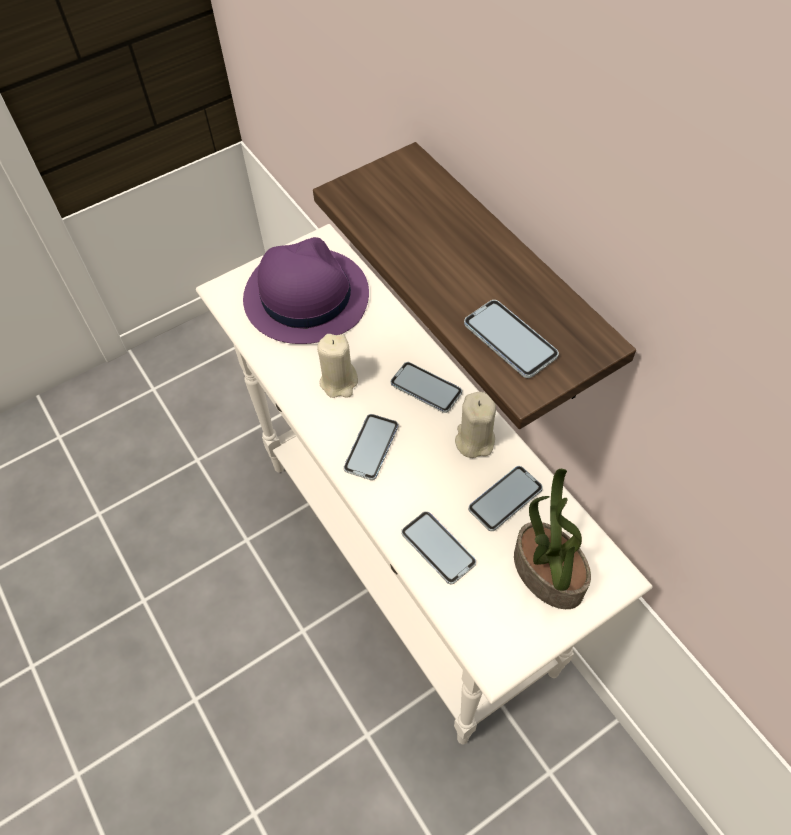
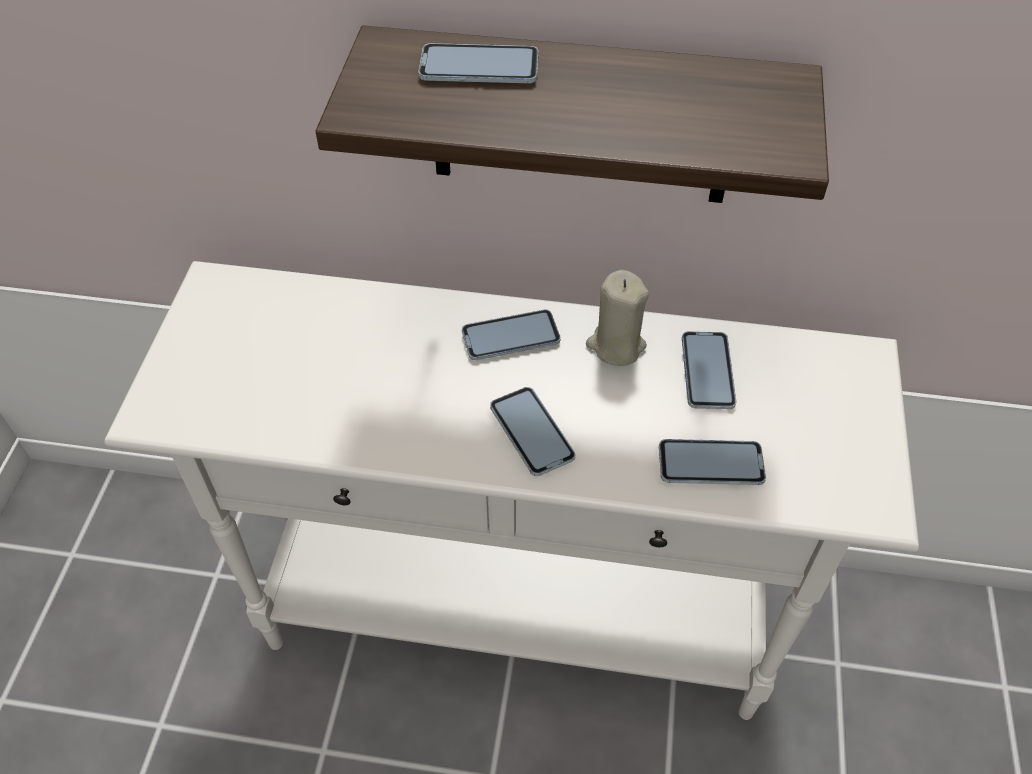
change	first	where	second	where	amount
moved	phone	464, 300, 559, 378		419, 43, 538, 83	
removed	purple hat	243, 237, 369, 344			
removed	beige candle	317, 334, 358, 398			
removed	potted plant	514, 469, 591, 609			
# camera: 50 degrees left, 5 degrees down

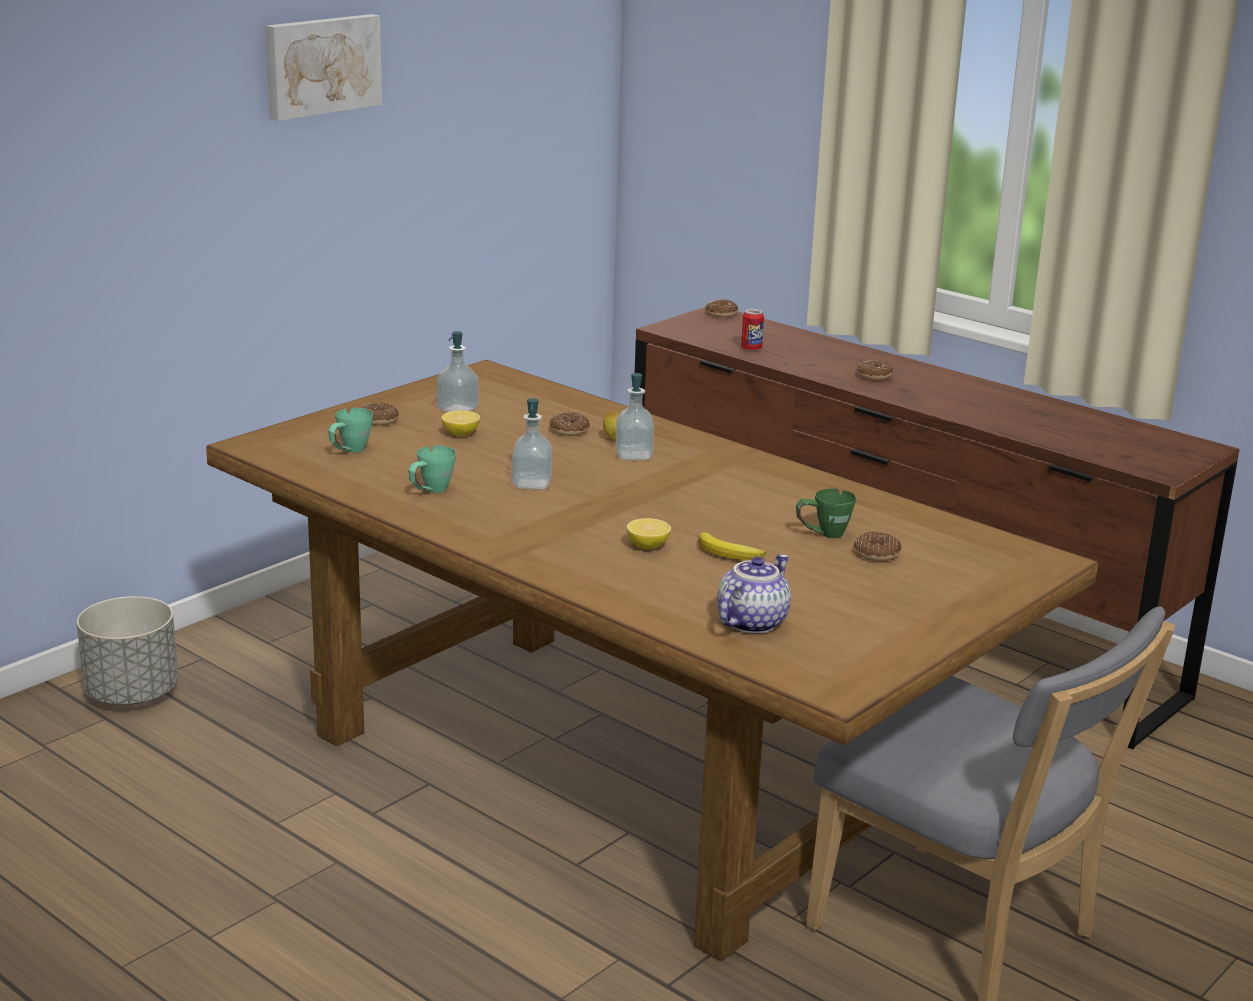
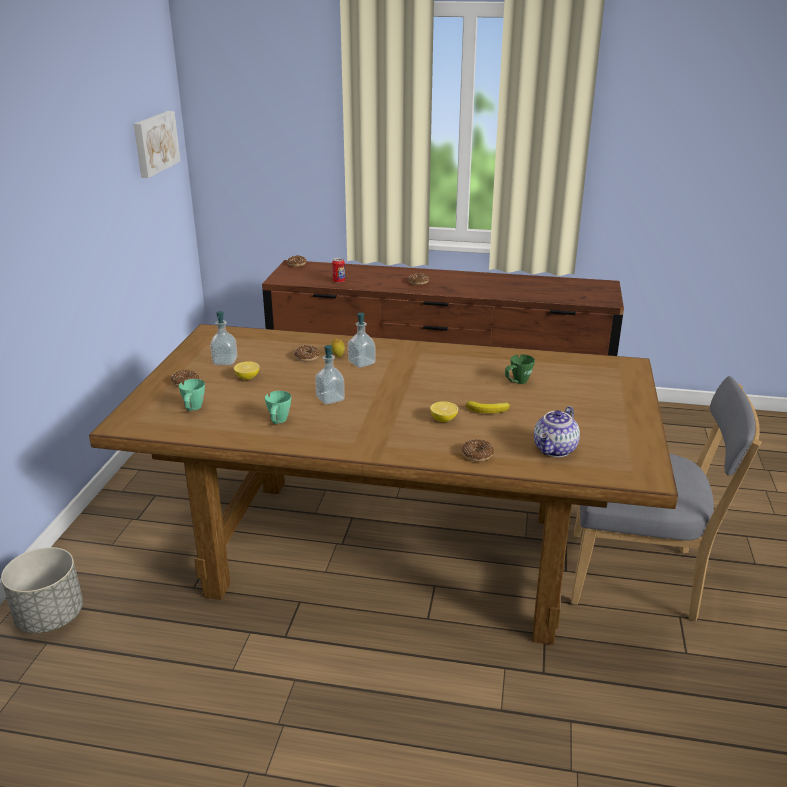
change	first	where	second	where	amount
moved	picture	265, 14, 382, 121		134, 111, 180, 178	
moved	donut	854, 531, 902, 561		462, 439, 494, 462	
turned	teapot	717, 554, 791, 634		534, 406, 580, 457	150 degrees counterclockwise
# camera: 30 degrees left, 5 degrees up

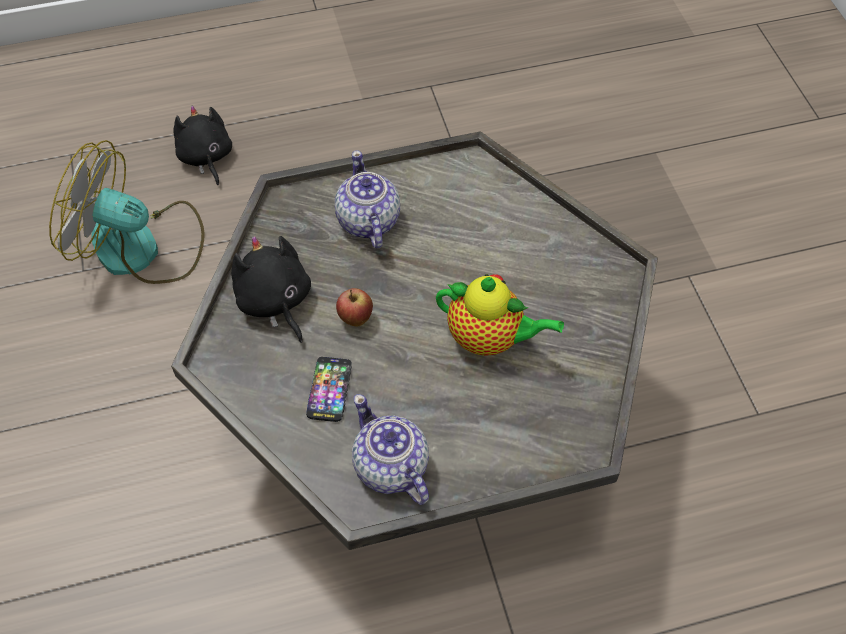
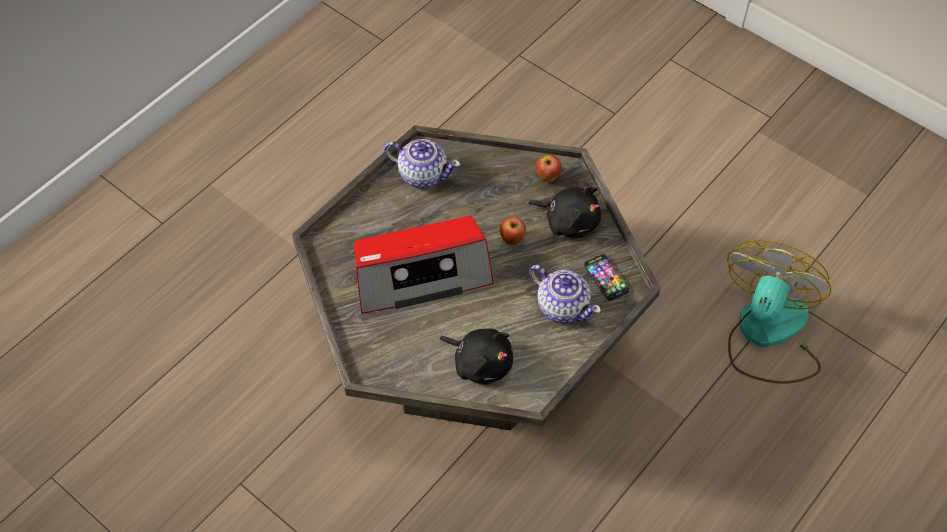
change	first	where	second	where	amount
replaced	teapot	436, 274, 564, 356	radio	354, 216, 494, 313	
moved	black plush toy	173, 106, 232, 185		440, 328, 513, 384	
added			apple	536, 155, 561, 182	
moved	phone	306, 357, 352, 422		584, 254, 630, 301	
turned	fan	49, 140, 205, 284		727, 239, 831, 384	45 degrees counterclockwise
# camera: 145 degrees right, 0 degrees up

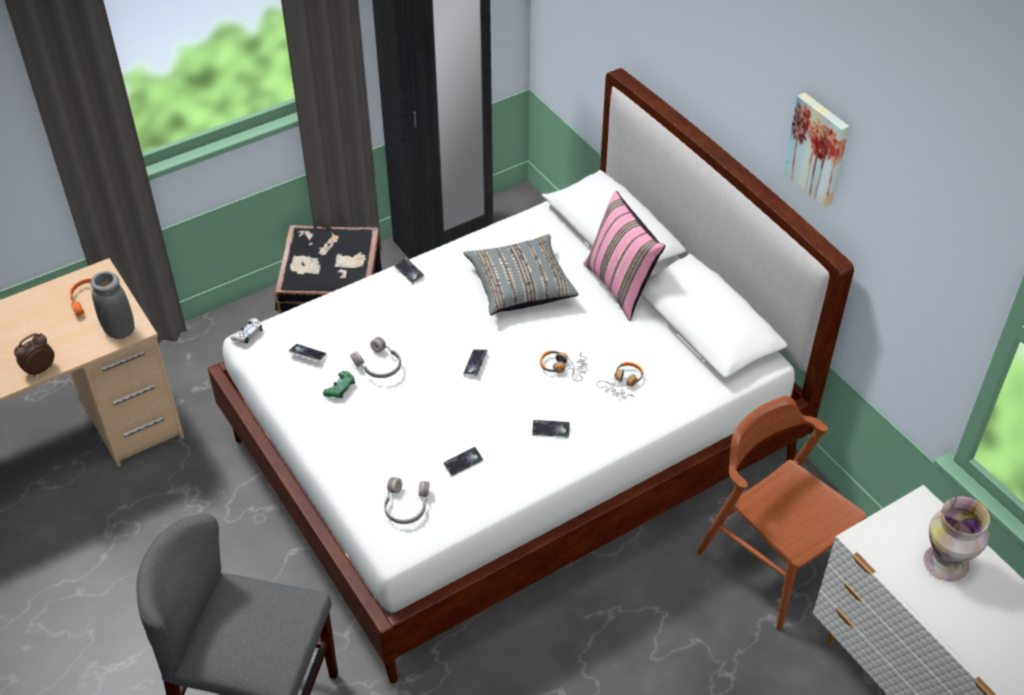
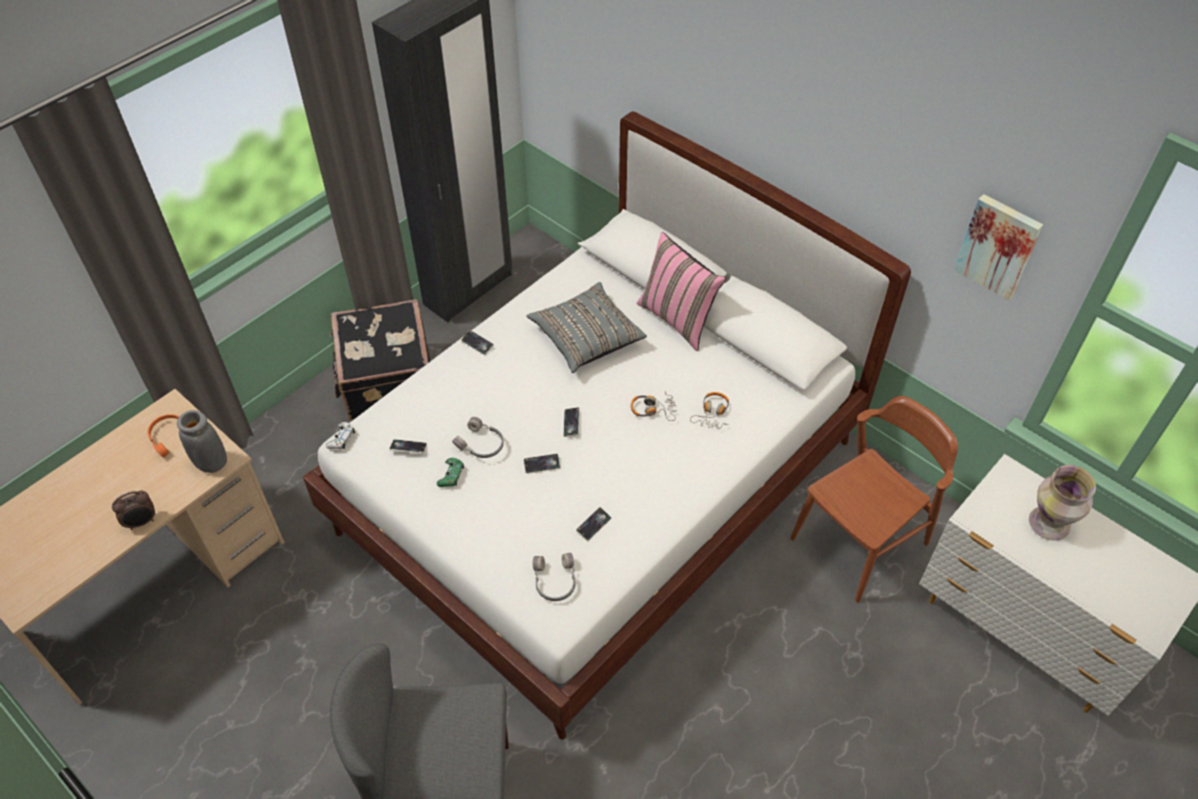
change	first	where	second	where	amount
turned	alarm clock	14, 333, 54, 377		112, 491, 155, 530	150 degrees counterclockwise
moved	phone	532, 420, 570, 438		523, 453, 560, 474	
turned	brown chair	697, 396, 866, 631		790, 396, 958, 602	105 degrees clockwise
moved	picture	783, 93, 850, 207		954, 194, 1043, 300	
# camera: 15 degrees left, 5 degrees up

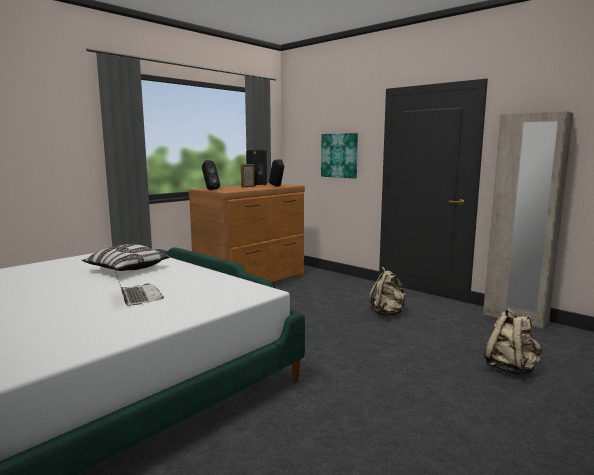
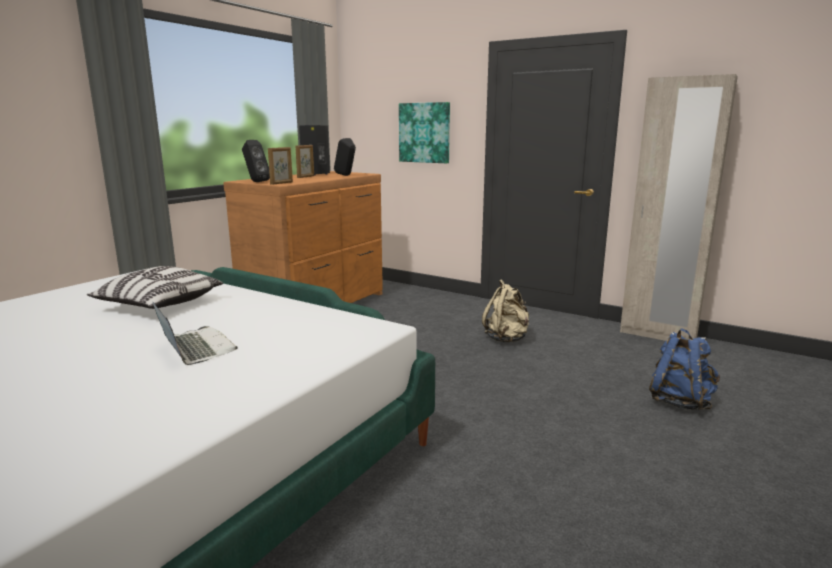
change	first	where	second	where	amount
added			picture frame	268, 147, 293, 185	
recoloured	beige backpack	484, 308, 542, 375	blue backpack	649, 328, 720, 410	
# camera: 10 degrees left, 5 degrees up

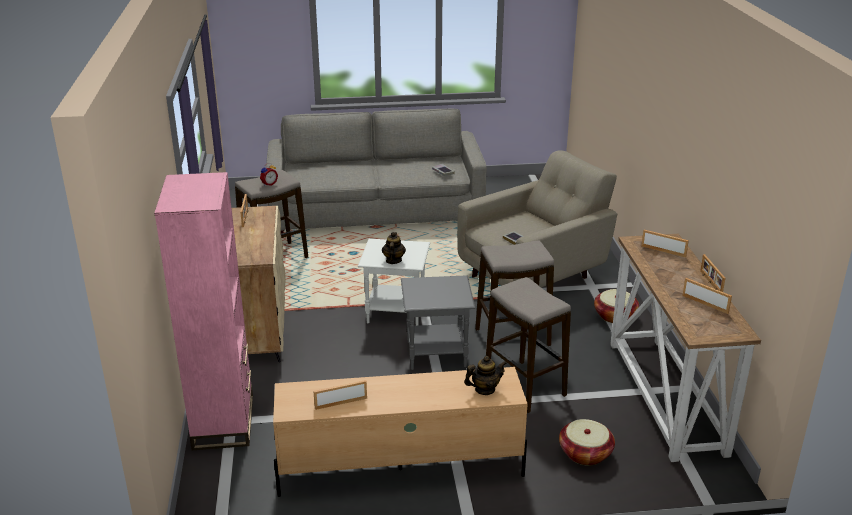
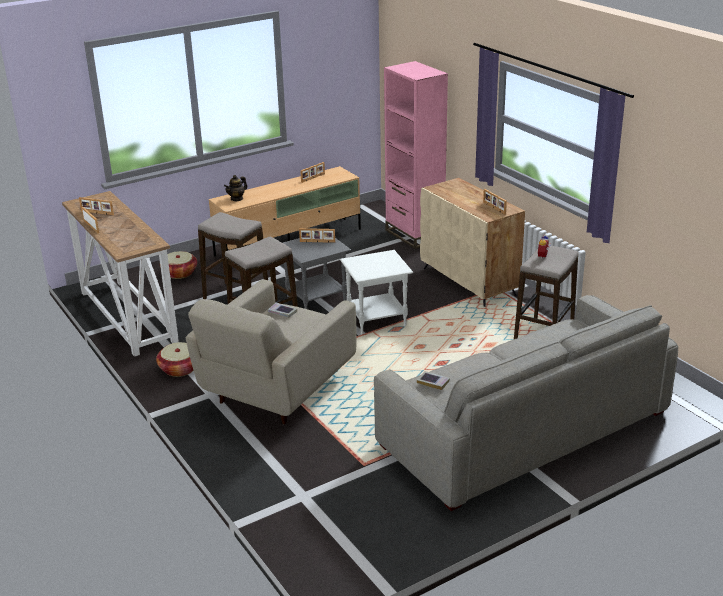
change	first	where	second	where	amount
moved	picture frame	642, 230, 689, 258		299, 228, 335, 243	
removed	teapot	382, 232, 406, 264			
# camera: 155 degrees right, 0 degrees up

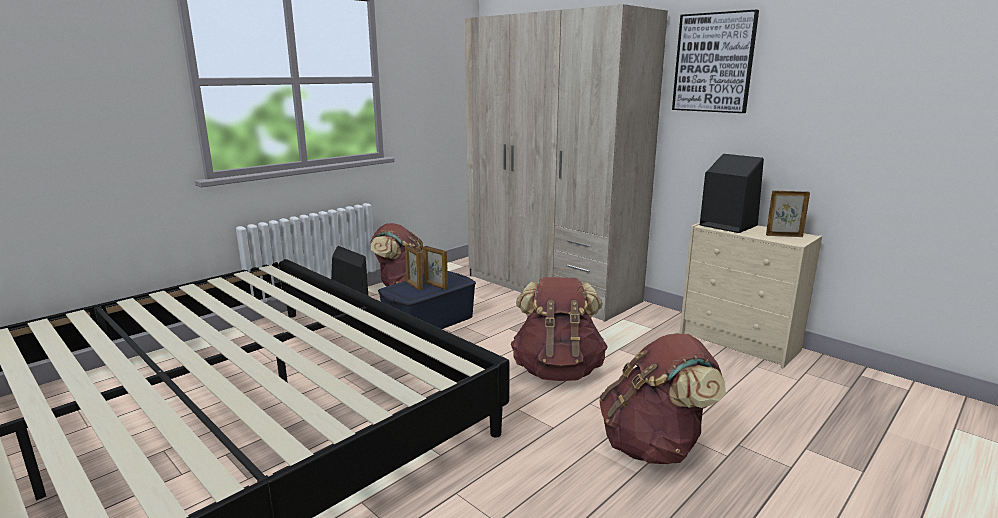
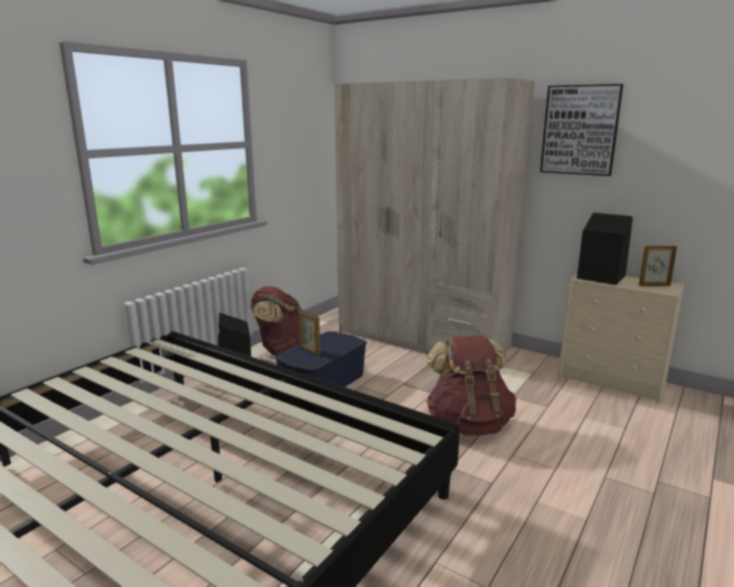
change	first	where	second	where	amount
removed	picture frame	424, 246, 448, 290			
removed	brown backpack	599, 333, 726, 464			
# camera: 10 degrees left, 0 degrees up

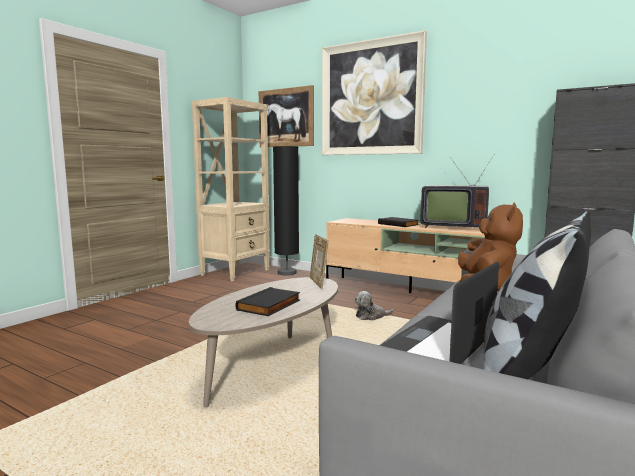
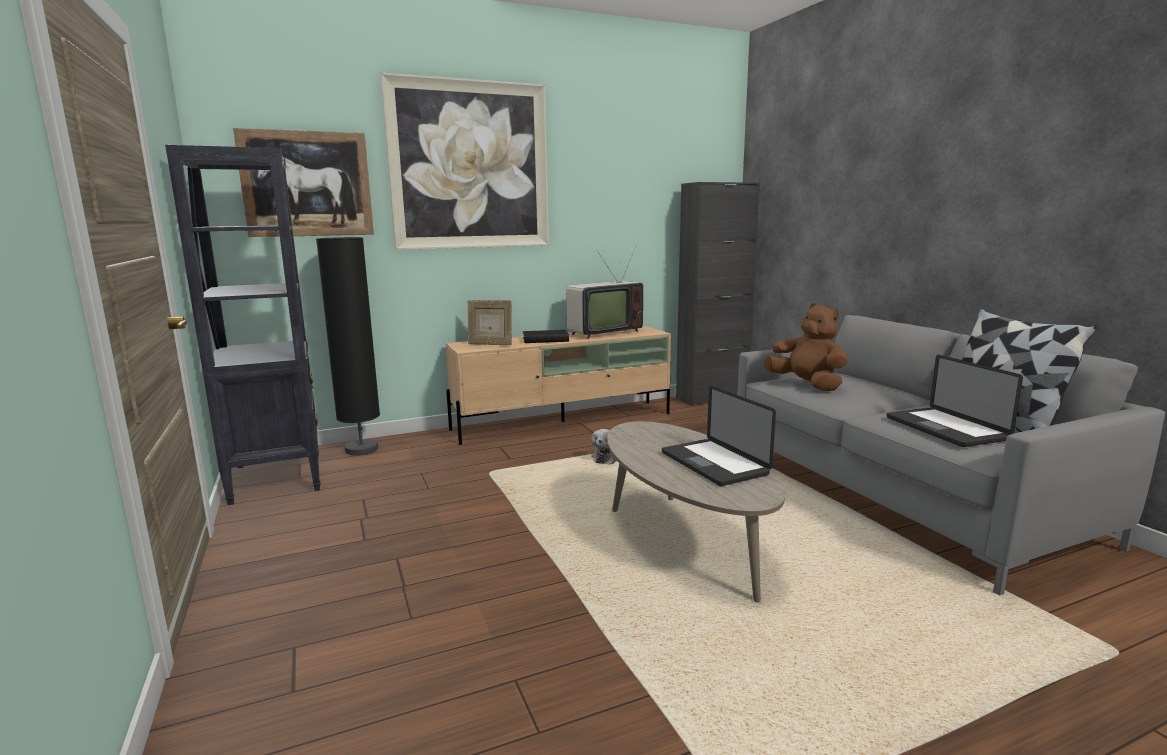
change	first	where	second	where	amount
recoloured	beige bookcase	192, 97, 270, 281	black bookcase	165, 145, 321, 505	
moved	picture frame	310, 234, 329, 288		468, 300, 512, 345	
replaced	black book	236, 287, 300, 316	laptop	662, 386, 776, 486	
# camera: 55 degrees left, 5 degrees up

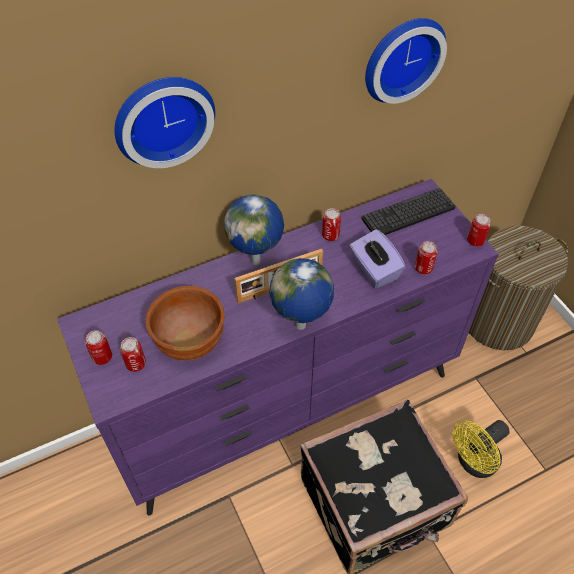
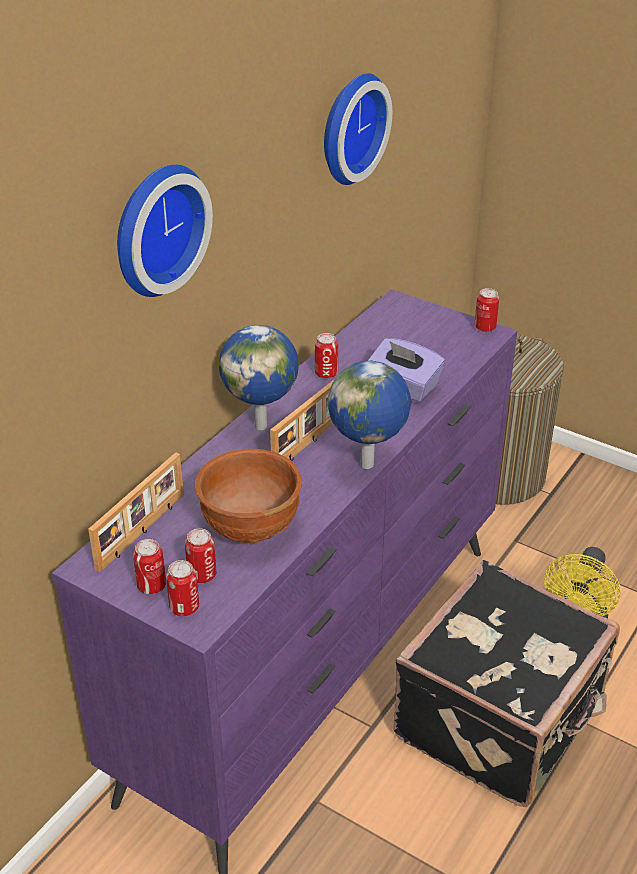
change	first	where	second	where	amount
added			picture frame	88, 452, 184, 573	
moved	can	415, 241, 438, 274		166, 560, 199, 616	
removed	keyboard	362, 188, 455, 235			
# camera: 30 degrees left, 15 degrees down

